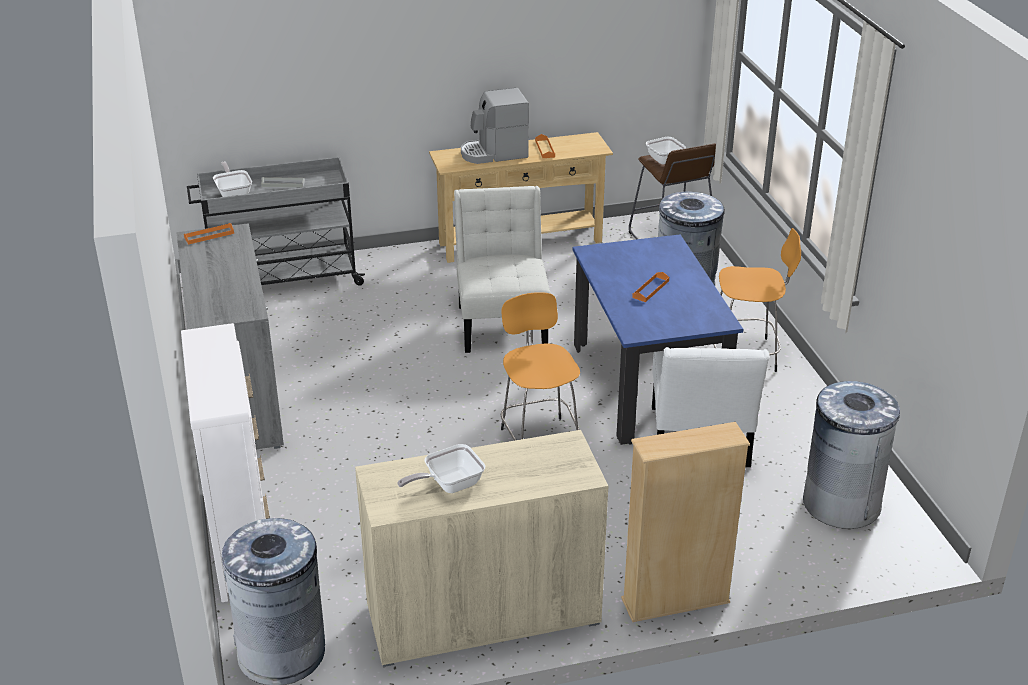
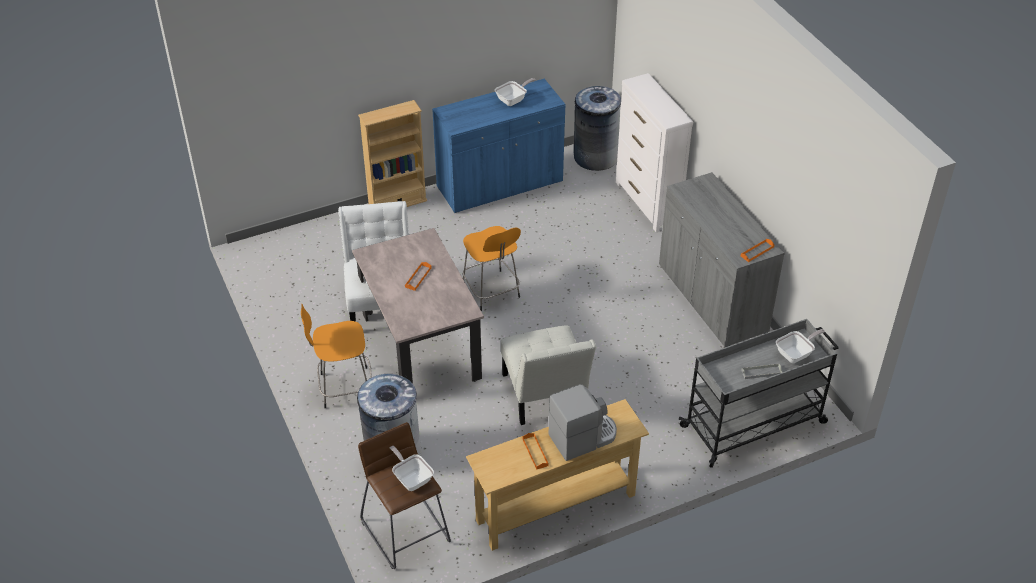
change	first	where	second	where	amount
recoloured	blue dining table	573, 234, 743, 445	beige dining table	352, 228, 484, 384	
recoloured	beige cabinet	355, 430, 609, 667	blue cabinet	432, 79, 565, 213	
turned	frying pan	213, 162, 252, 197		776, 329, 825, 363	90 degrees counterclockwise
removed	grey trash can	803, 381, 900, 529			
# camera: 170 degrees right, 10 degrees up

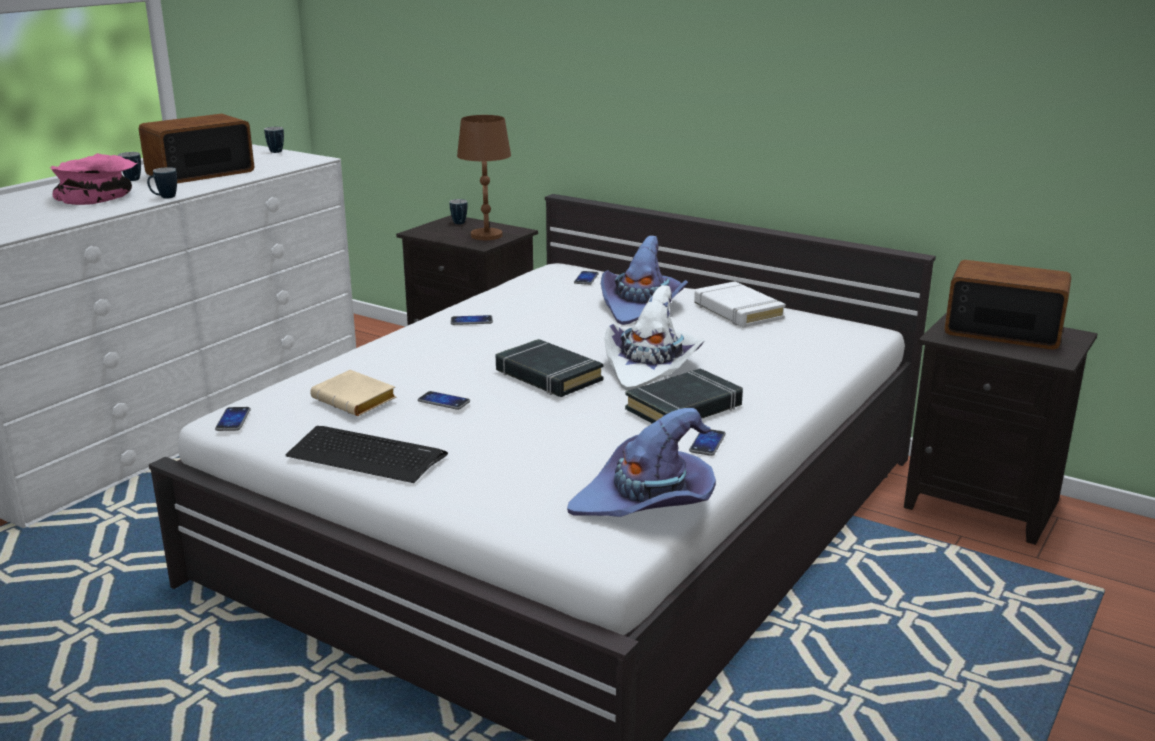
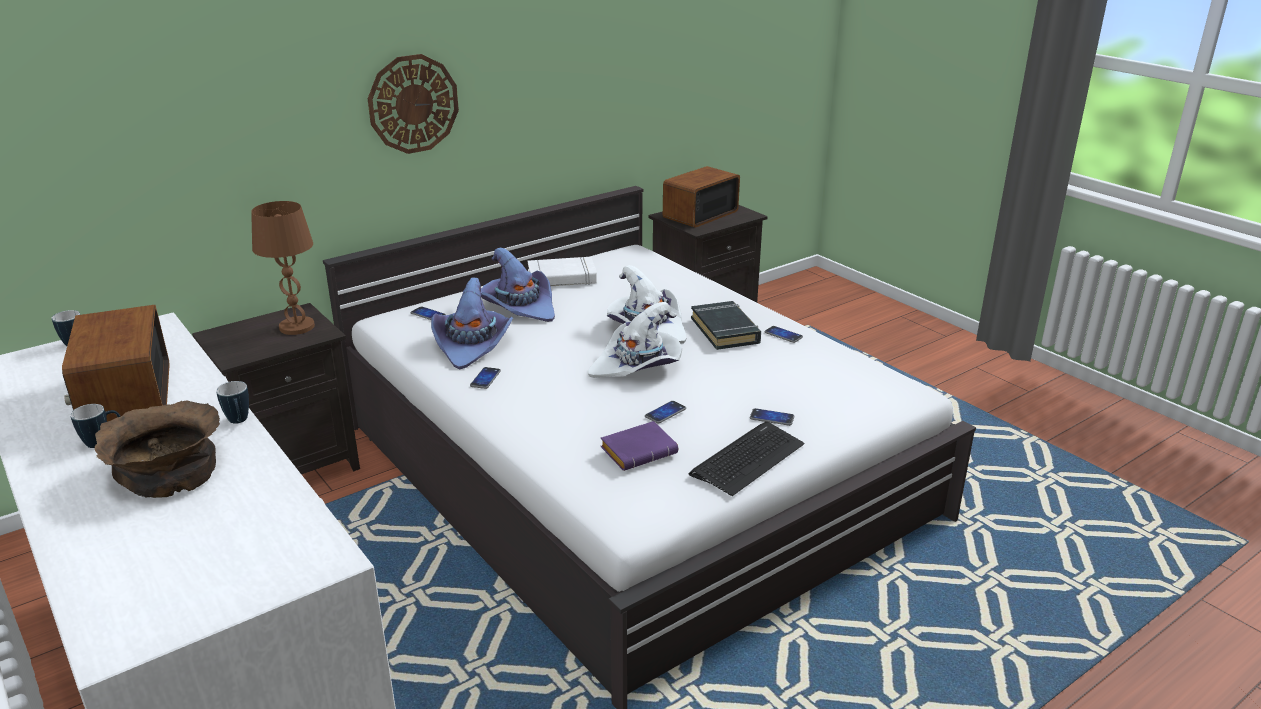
change	first	where	second	where	amount
recoloured	pink bowl	50, 153, 137, 205	brown bowl	94, 400, 220, 498	
added			wall clock	368, 54, 459, 154	
moved	purple hat	567, 408, 716, 517		431, 278, 513, 369	
replaced	black book	496, 339, 604, 397	white hat	588, 302, 682, 378	
recoloured	beige book	310, 370, 396, 416	purple book	600, 421, 678, 471	
moved	phone	215, 407, 251, 431		750, 408, 794, 426	
removed	mug	450, 199, 467, 224			
# camera: 70 degrees left, 5 degrees up

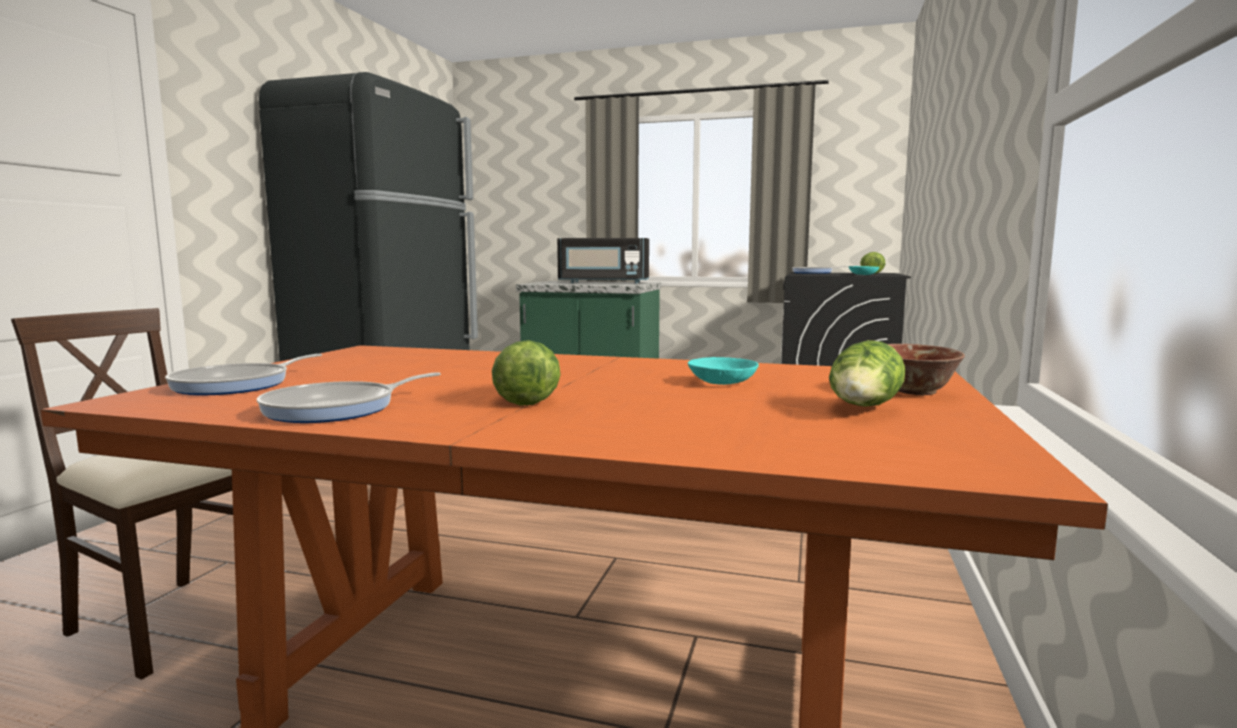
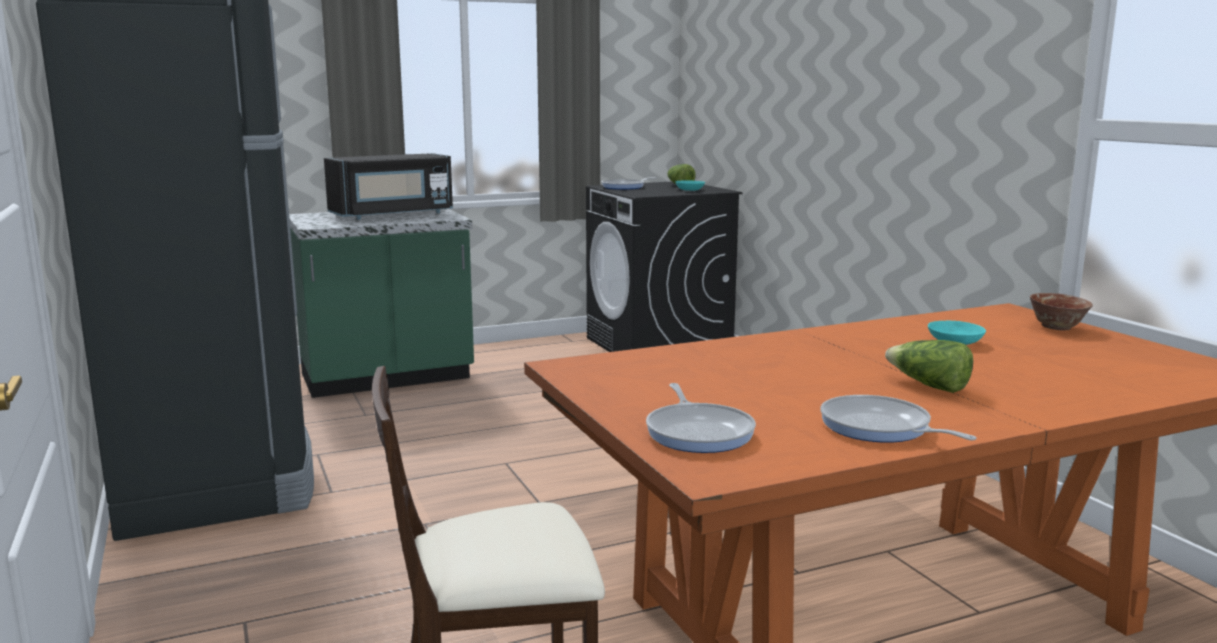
change	first	where	second	where	amount
turned	frying pan	257, 372, 441, 423		820, 395, 977, 443	135 degrees clockwise
removed	lettuce	829, 340, 906, 407			
# camera: 40 degrees left, 5 degrees up

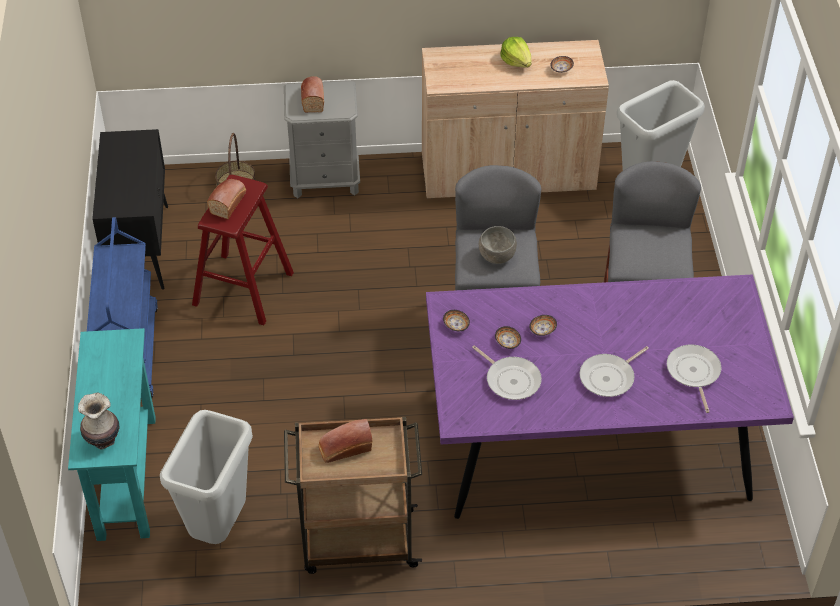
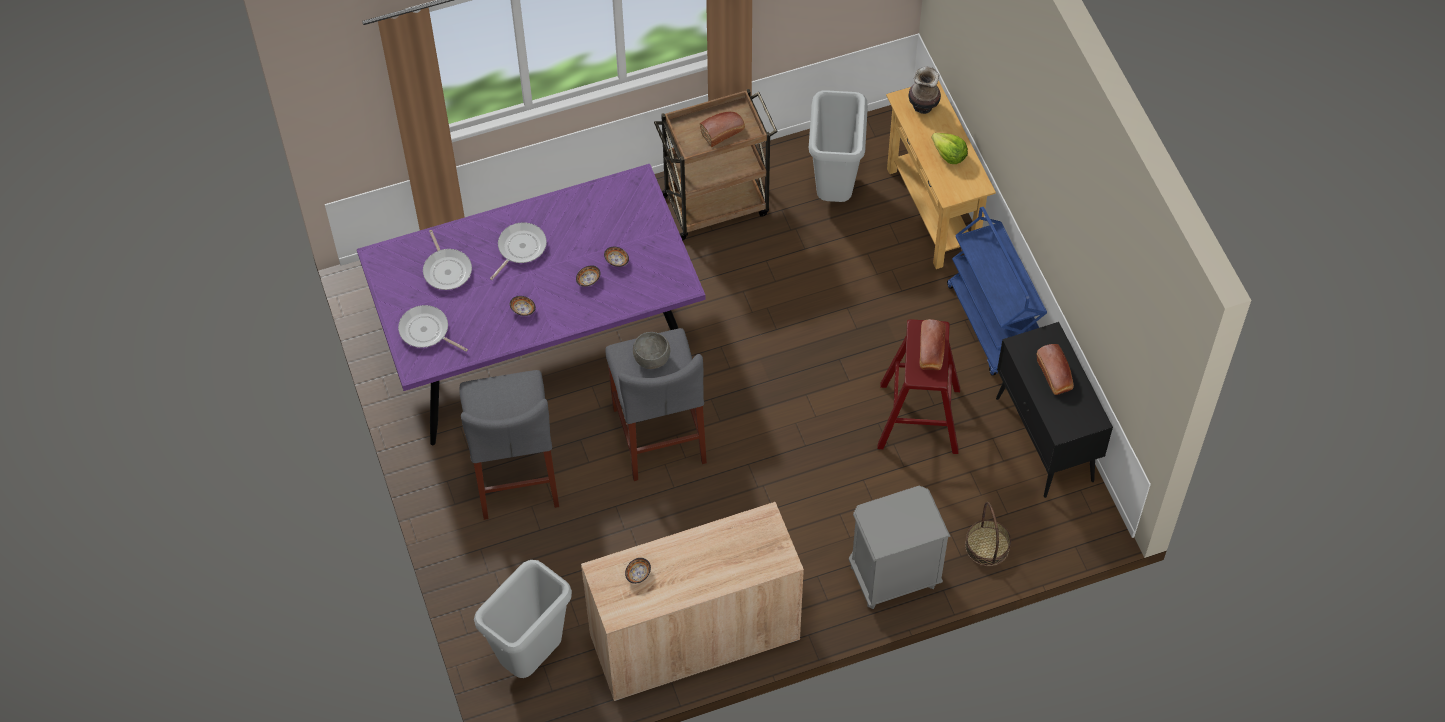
change	first	where	second	where	amount
moved	frying pan	472, 346, 542, 400		398, 305, 468, 352	
moved	bowl	443, 310, 470, 331		510, 296, 536, 316	
recoloured	turquoise console table	68, 328, 156, 541	beige console table	886, 80, 996, 269	
moved	lettuce	500, 37, 532, 68		931, 133, 968, 164	
moved	bread	301, 76, 324, 113		1037, 344, 1074, 395	
# camera: 165 degrees right, 10 degrees up

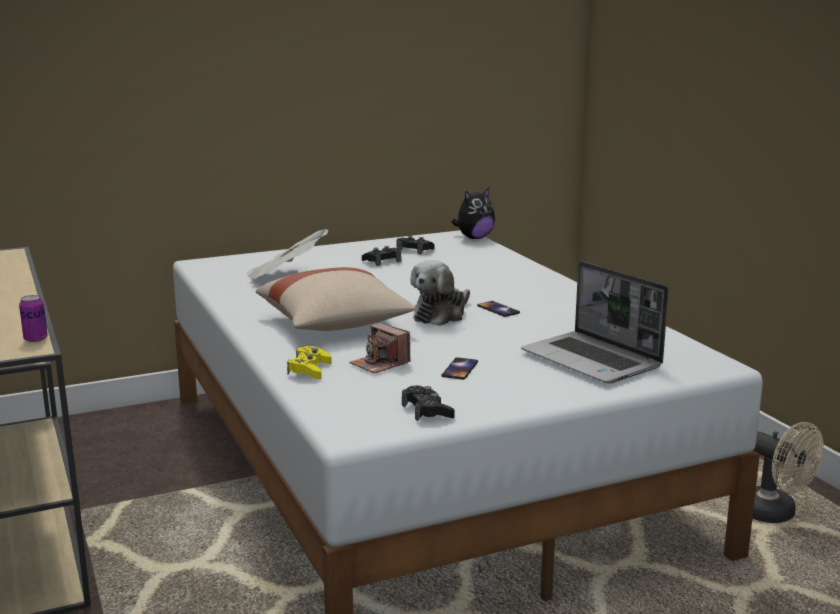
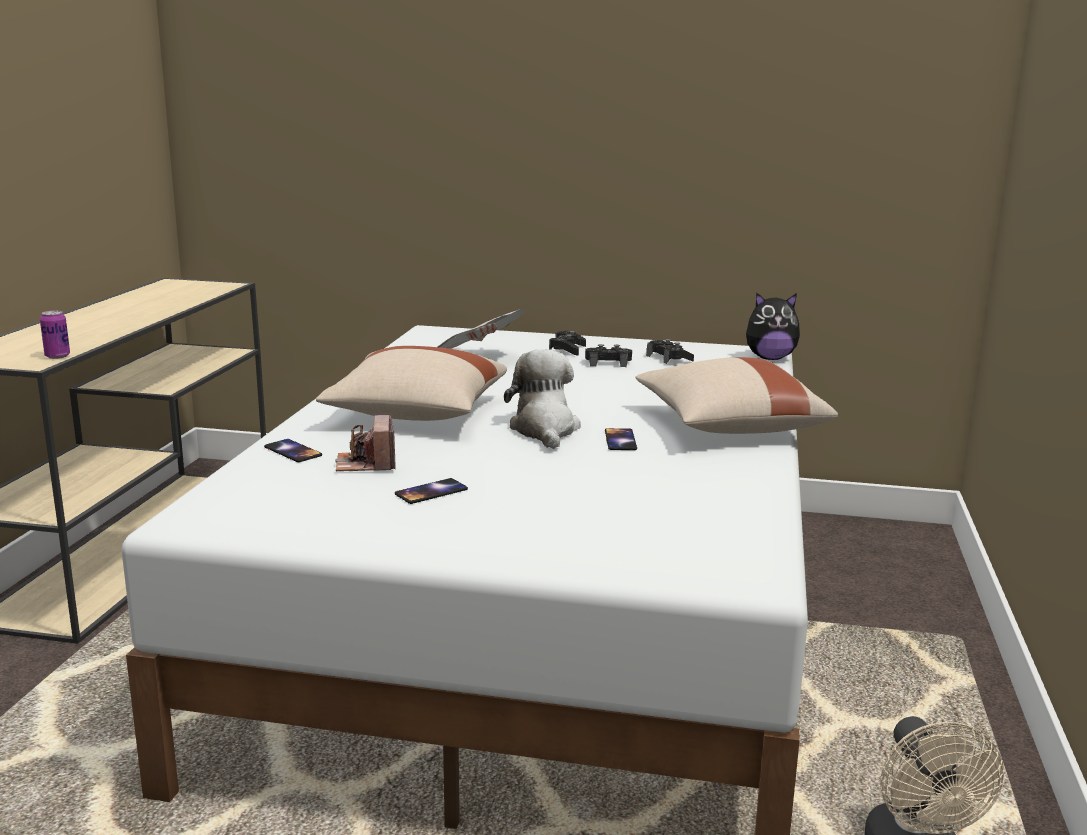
change	first	where	second	where	amount
replaced	yellow game controller	287, 346, 332, 379	phone	264, 439, 322, 462	
turned	plush toy	410, 260, 470, 326		504, 349, 581, 449	105 degrees clockwise
moved	black game controller	402, 385, 455, 422		549, 331, 586, 356	
added			beige pillow	635, 357, 838, 434	
removed	laptop	521, 261, 669, 383			
# camera: 35 degrees right, 0 degrees up

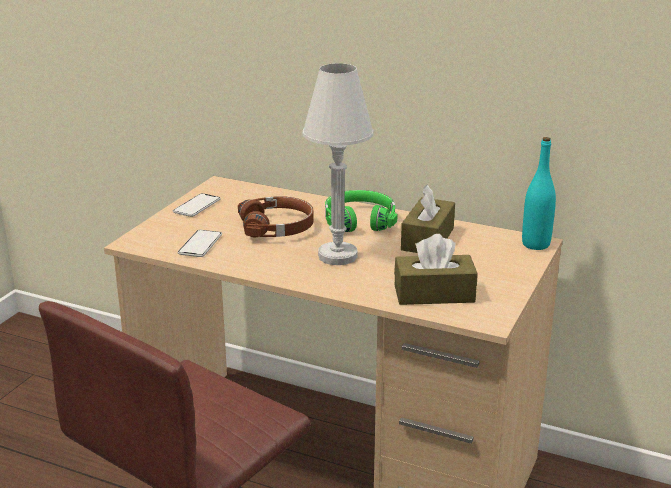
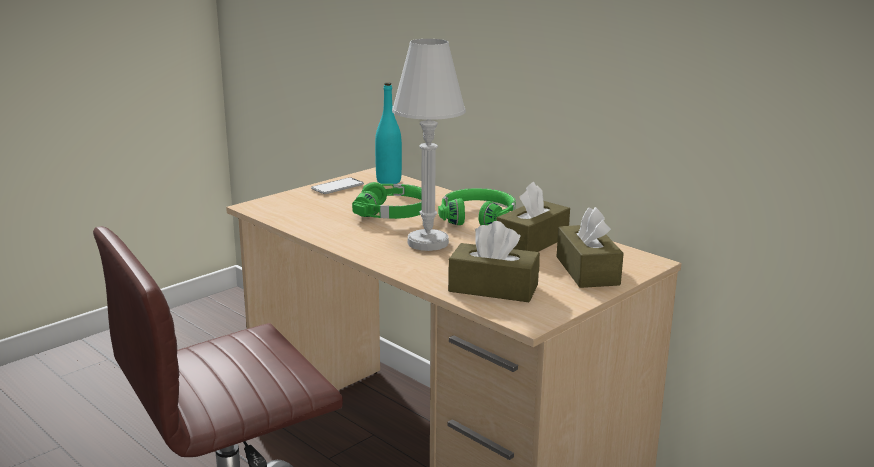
change	first	where	second	where	amount
recoloured	brown headphones	238, 196, 314, 237	green headphones	352, 182, 422, 219	
moved	turquoise bottle	522, 137, 556, 250		375, 82, 402, 184	
added			brown tissue box	557, 207, 624, 288	
removed	phone	178, 230, 222, 257			
# camera: 20 degrees right, 5 degrees down

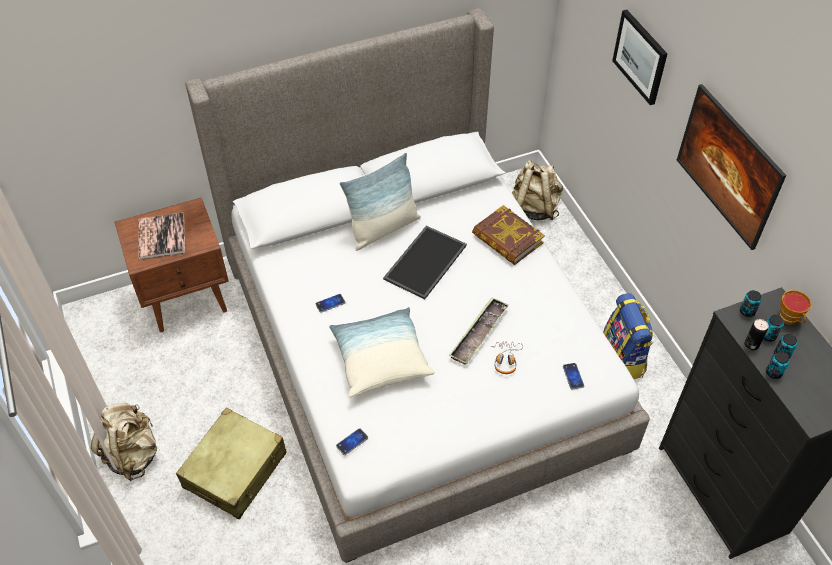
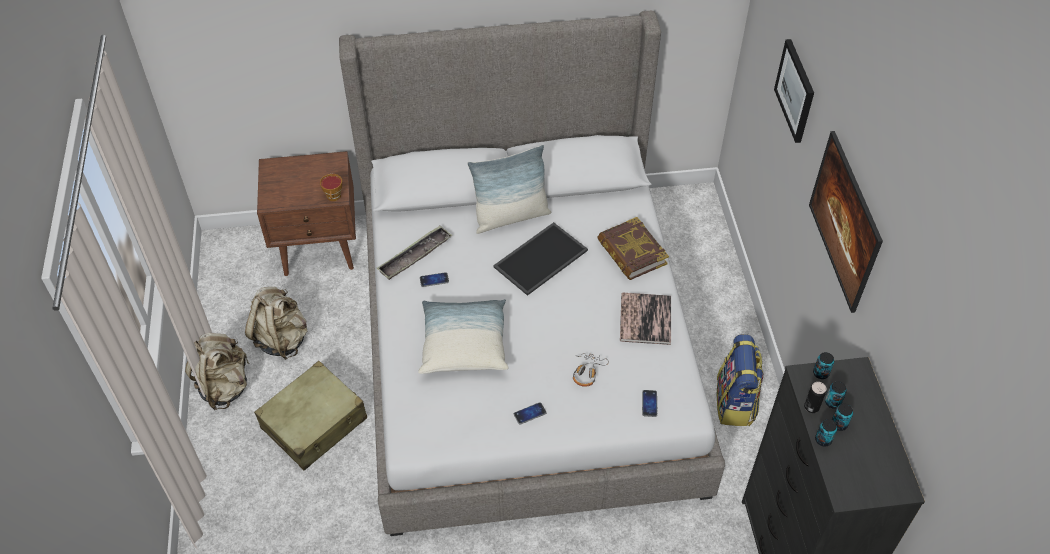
change	first	where	second	where	amount
moved	beige backpack	512, 160, 563, 221		245, 287, 307, 360	
moved	cup	779, 290, 811, 325		320, 174, 342, 201	
moved	tray	449, 297, 509, 365		377, 226, 452, 280	
moved	phone	336, 428, 368, 455		514, 402, 547, 424	
moved	book	138, 213, 185, 260		620, 293, 671, 345	
# camera: 15 degrees right, 0 degrees up

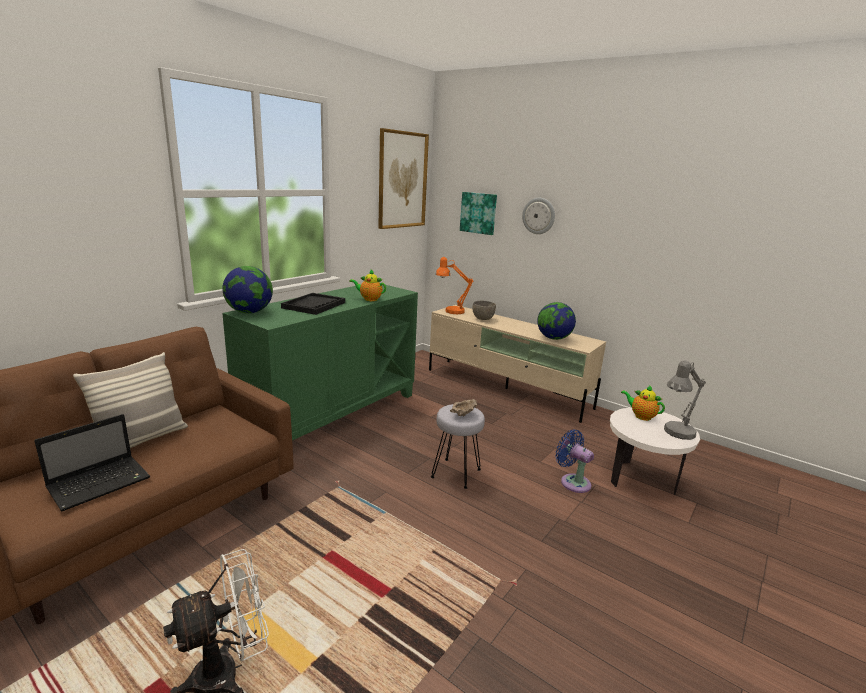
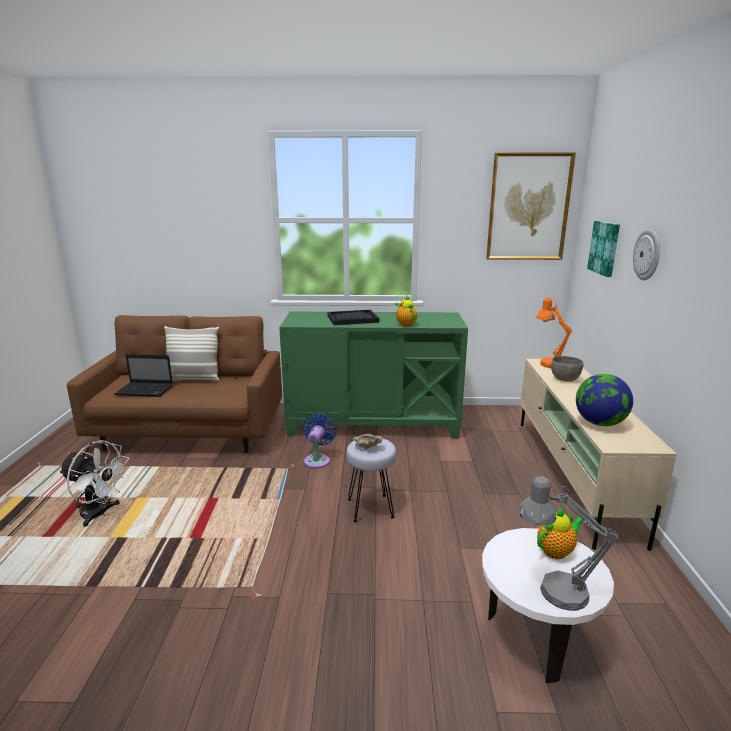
change	first	where	second	where	amount
moved	blue fan	555, 429, 594, 493		303, 413, 336, 469	
turned	teapot	621, 385, 665, 421		537, 508, 583, 559	60 degrees clockwise
removed	globe	222, 266, 273, 313			
# camera: 55 degrees right, 0 degrees up

